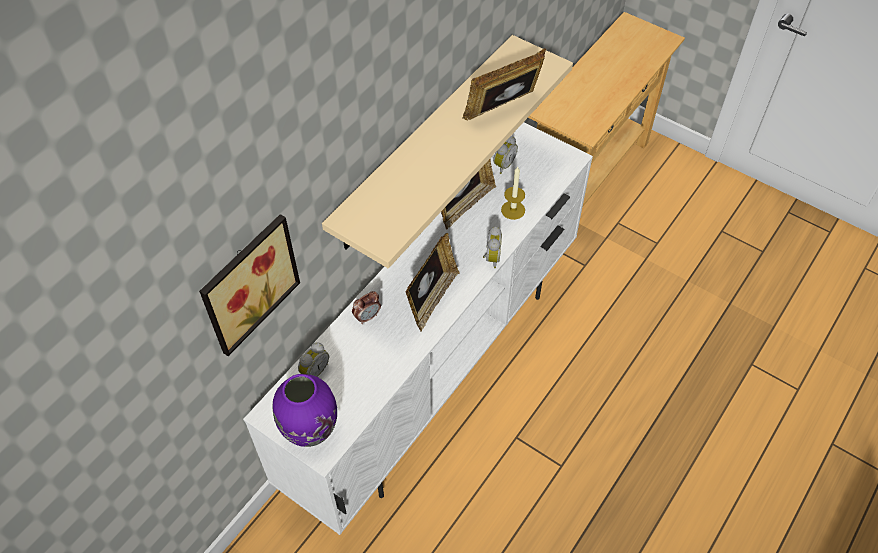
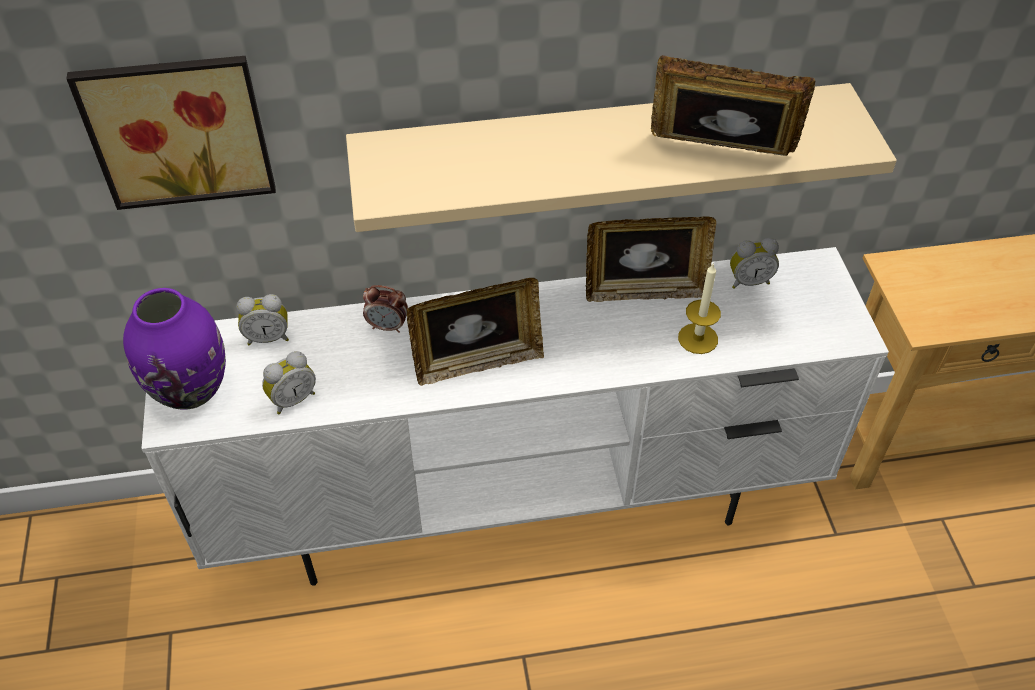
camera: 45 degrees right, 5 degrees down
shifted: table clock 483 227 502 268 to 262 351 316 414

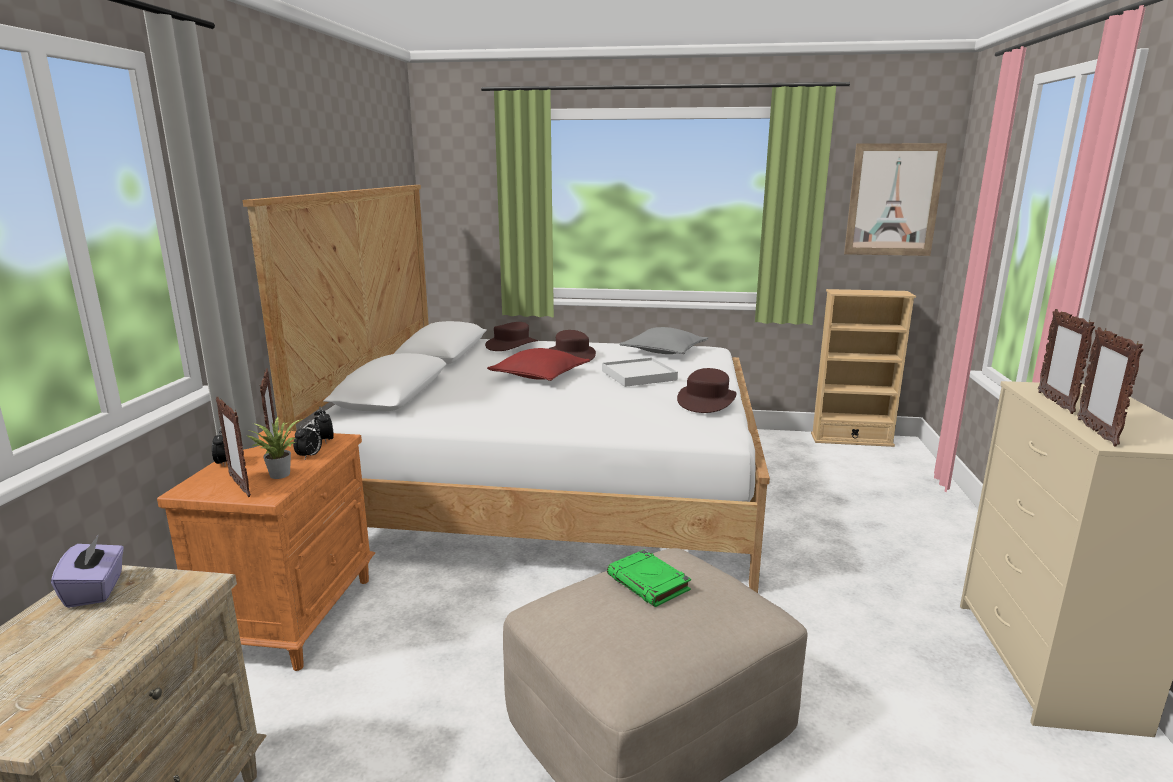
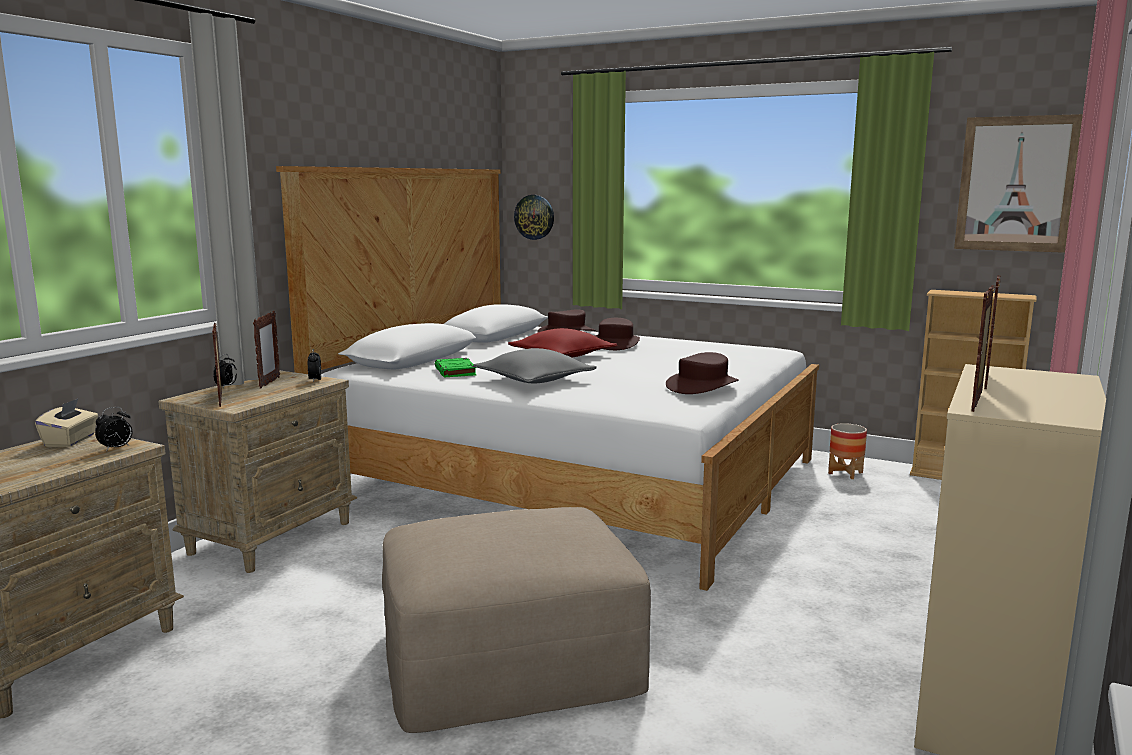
camera: 20 degrees right, 5 degrees down
gone: white-coloured serving tray 602 358 678 387; houseplant 246 417 302 479
new: hanging clock 514 195 554 240; plant pot 828 423 867 479
shifted: gray cushion 620 327 708 354 to 473 348 597 383; table clock 293 420 322 459 to 95 407 132 452; green-coloured book 607 550 691 607 to 435 358 476 377
repainted: orangey night table 157 430 375 671 to beige-coloured night table 158 370 357 573; purplish tissue holder 51 535 124 608 to beige-coloured tissue holder 35 399 98 447

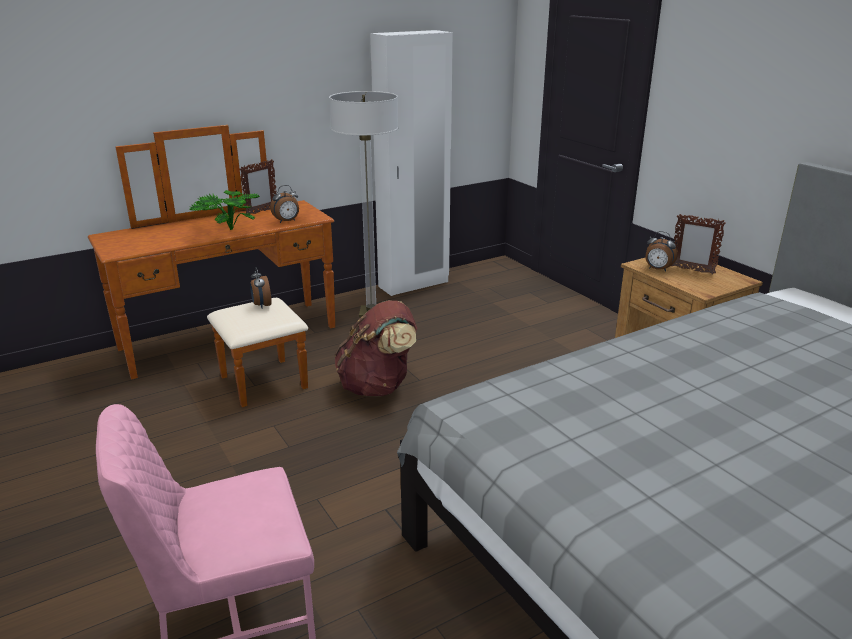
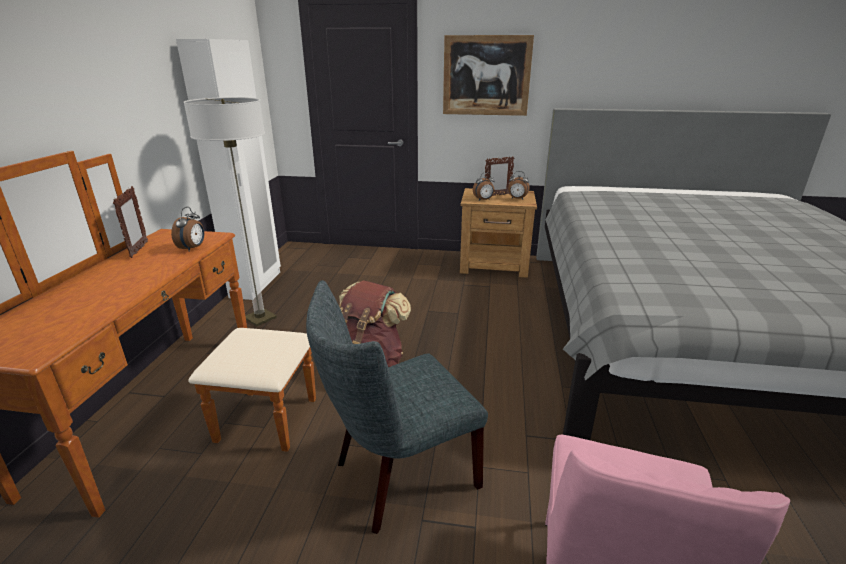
camera: 50 degrees left, 0 degrees up
gone: houseplant 190 190 260 230
new: wall art 443 35 534 116; gray chair 306 280 488 534
shifted: table clock 250 267 271 309 to 508 171 530 199

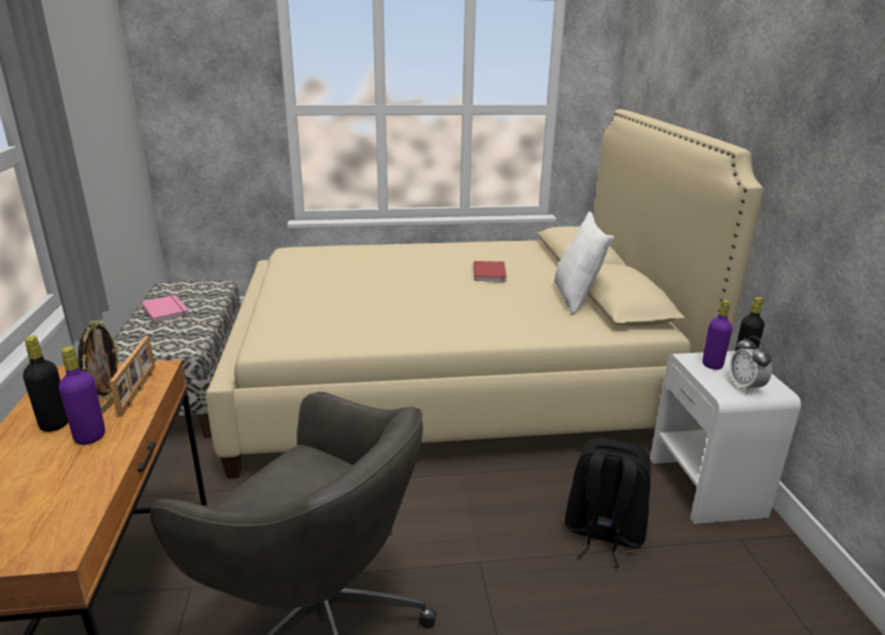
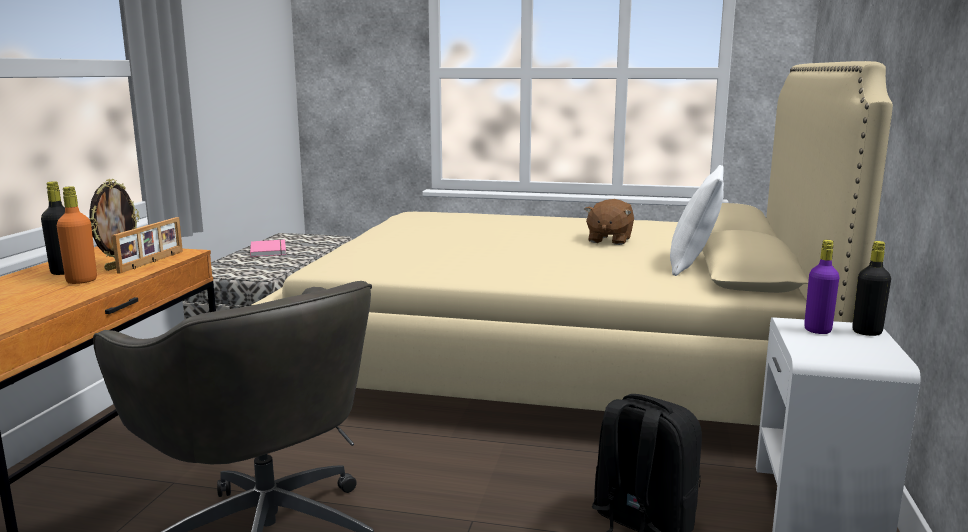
camera: 20 degrees right, 10 degrees down
gone: table clock 730 336 772 394
swapped: red-coloured book 473 261 507 282 to brown-coloured soft toy 585 199 634 245
repainted: purplish drink bottle 59 346 105 445 to orangey drink bottle 57 186 97 284

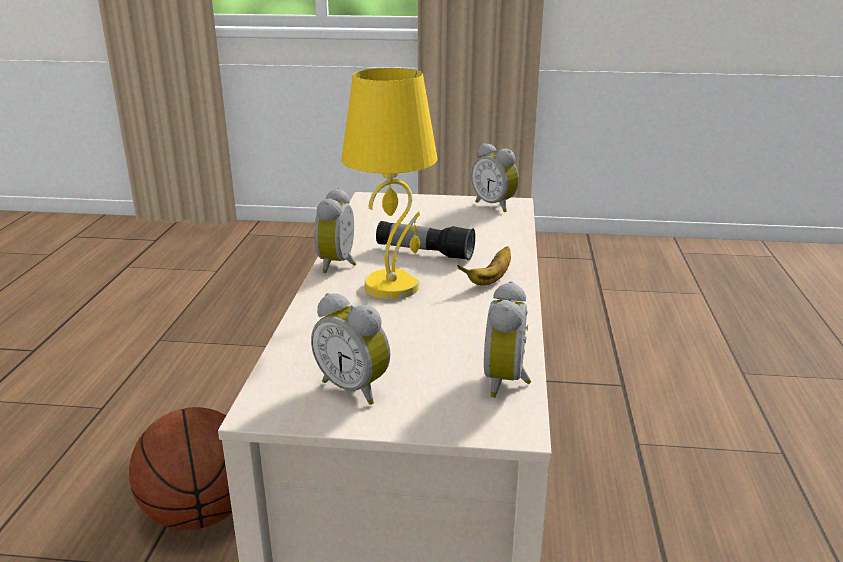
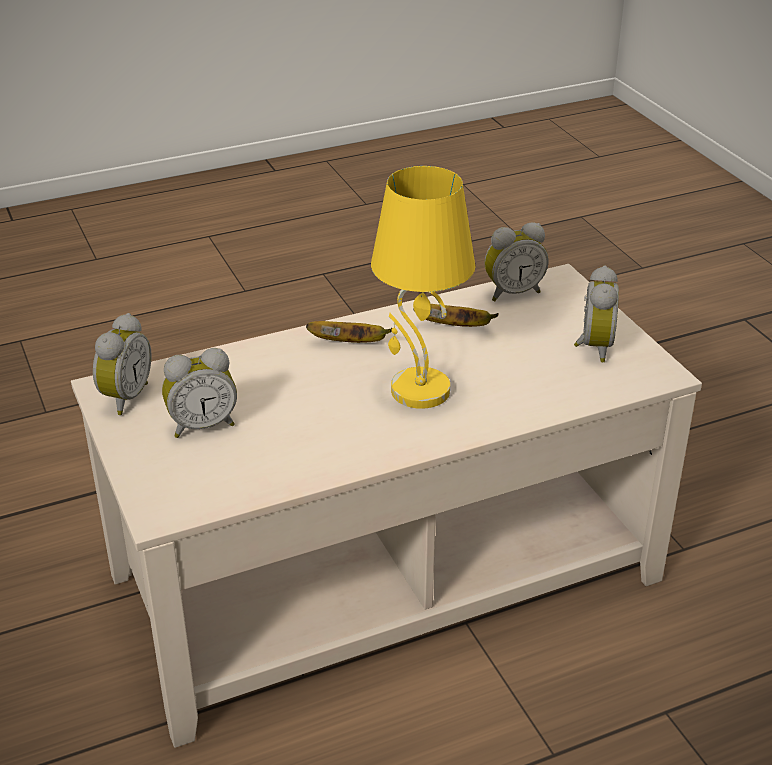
camera: 120 degrees left, 10 degrees up
gone: flashlight 376 221 475 261; basketball 129 407 232 530
new: whole banana 413 304 499 327
shifted: table clock 314 188 356 273 to 162 348 237 438

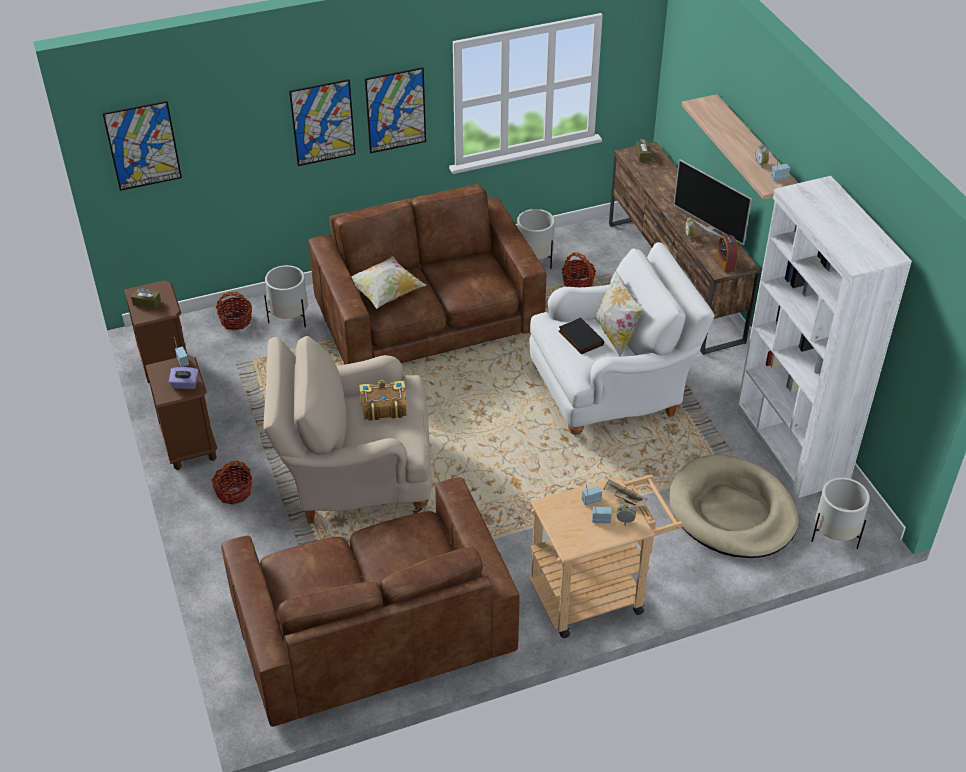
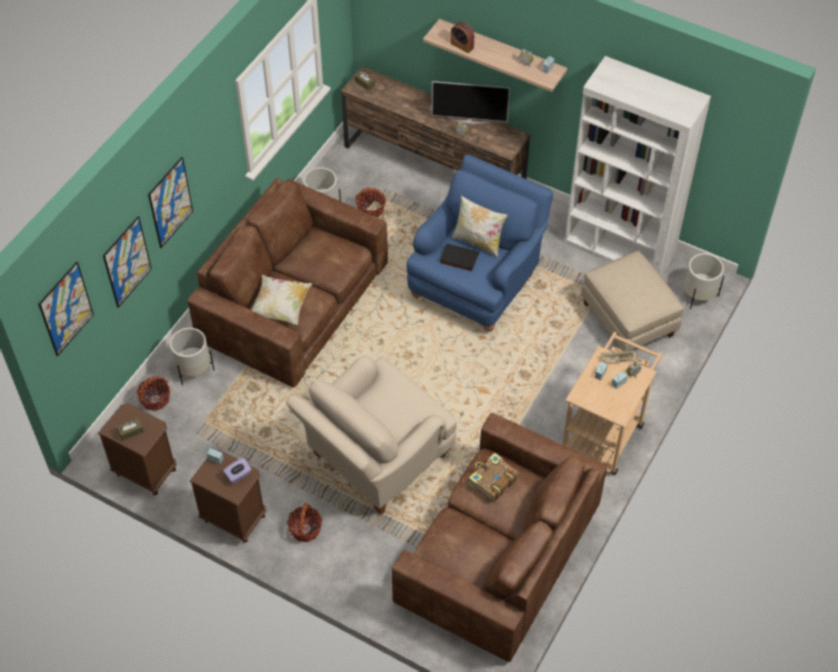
camera: 40 degrees left, 10 degrees up
shifted: wall art 365 67 426 153 to 103 216 152 308; table clock 716 235 738 272 to 451 21 474 53; book 359 380 407 421 to 468 453 518 502
swapped: beige-coloured pet bed 669 454 799 558 to beige-coloured ottoman 581 251 684 351
repainted: white-coloured armchair 529 242 715 439 to blue armchair 407 155 553 332

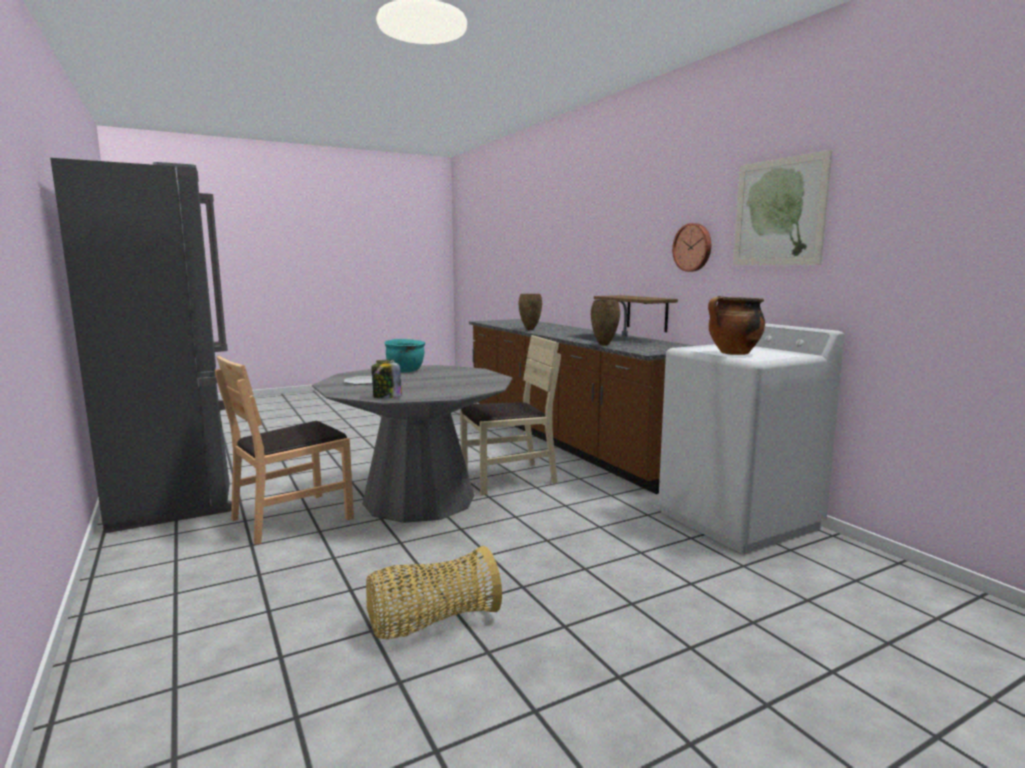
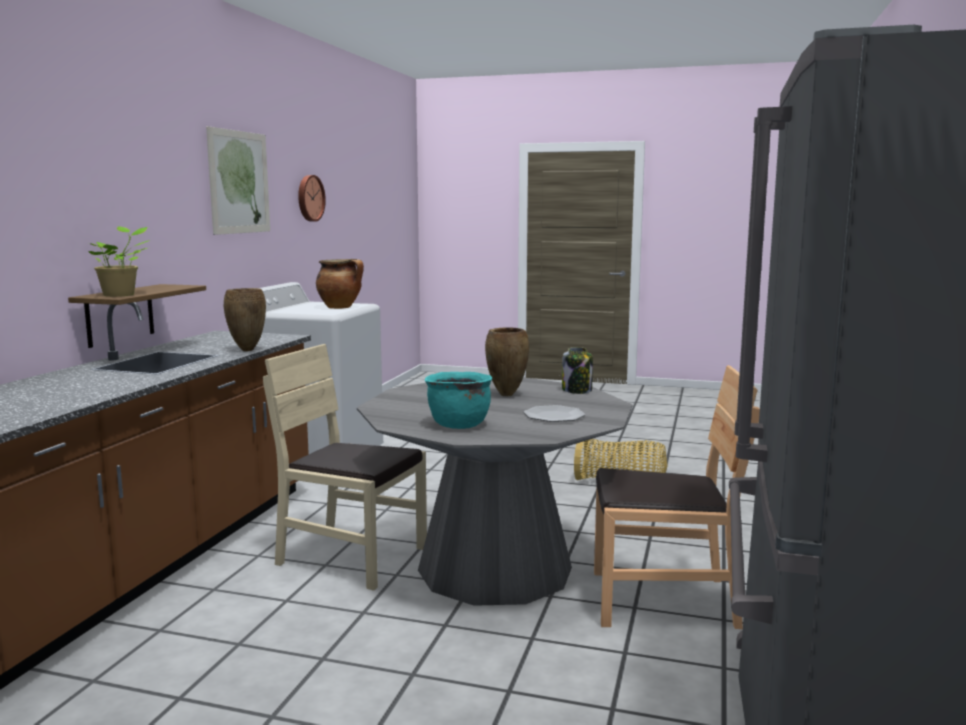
camera: 135 degrees left, 0 degrees up
new: houseplant 88 226 150 297
shifted: hanging clock 672 223 711 272 to 298 175 326 222; brown-coloured decorative vase 518 294 542 330 to 485 328 529 396

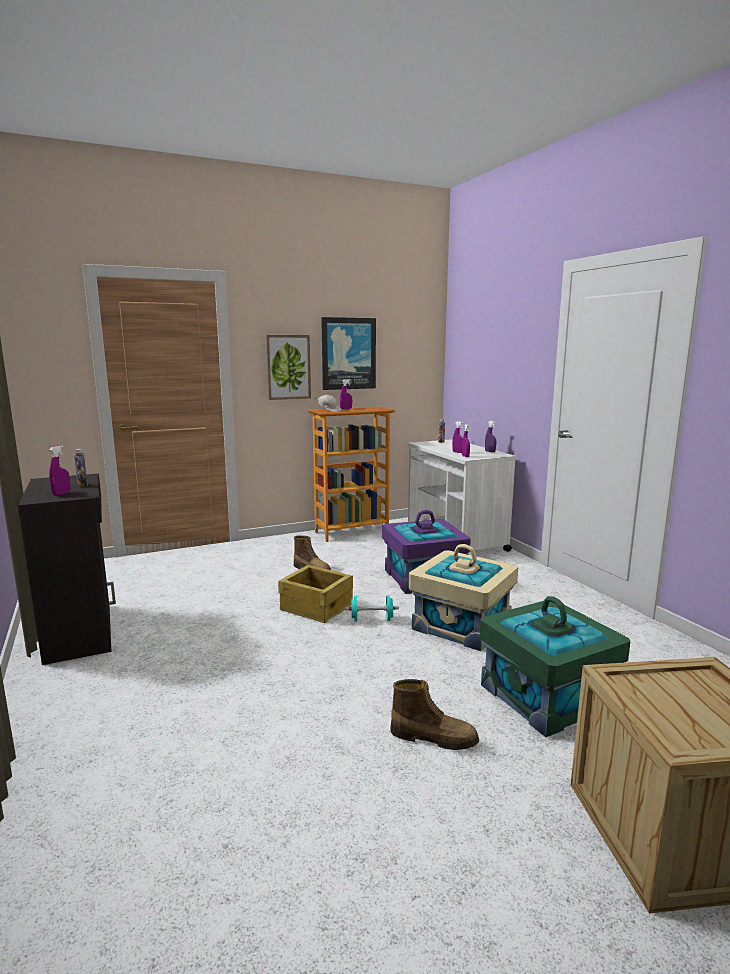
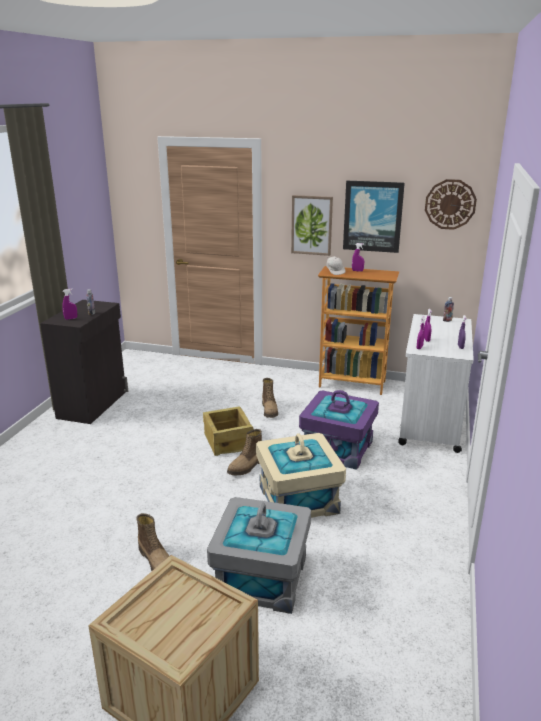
camera: 40 degrees right, 10 degrees up
new: hanging clock 425 179 477 230
swapped: blue-green free weight 345 595 399 622 to tall boot 227 429 262 475
repainted: green-coloured storage container 479 596 630 737 to gray storage container 207 497 311 614

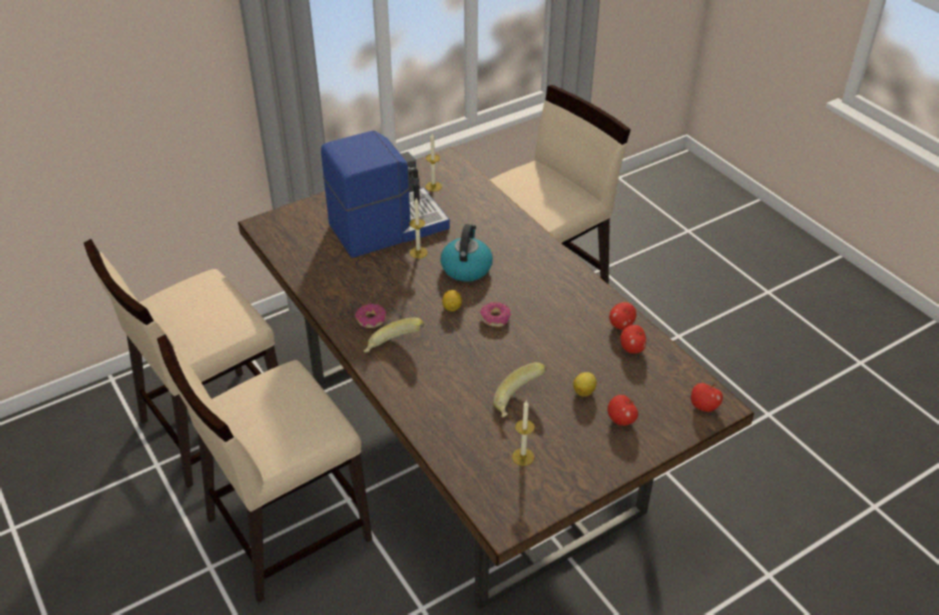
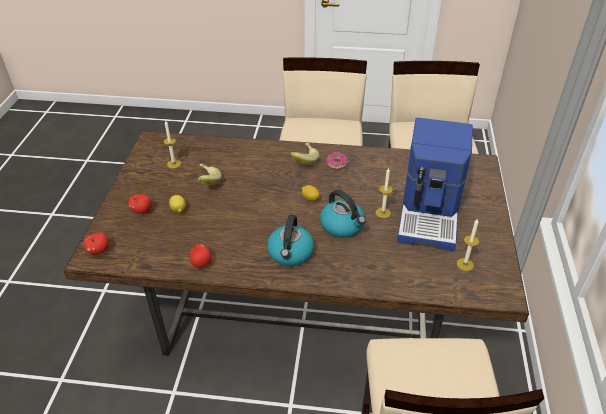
camera: 130 degrees right, 0 degrees up
gone: donut 480 302 511 327; whole apple 620 325 646 354
new: tea kettle 267 215 314 266

